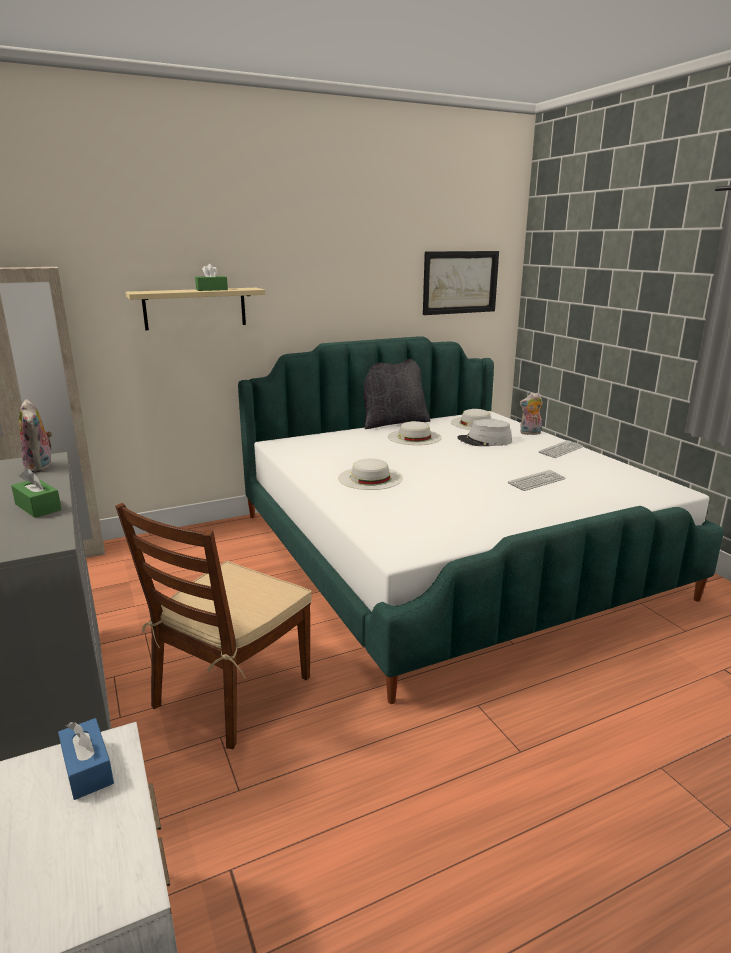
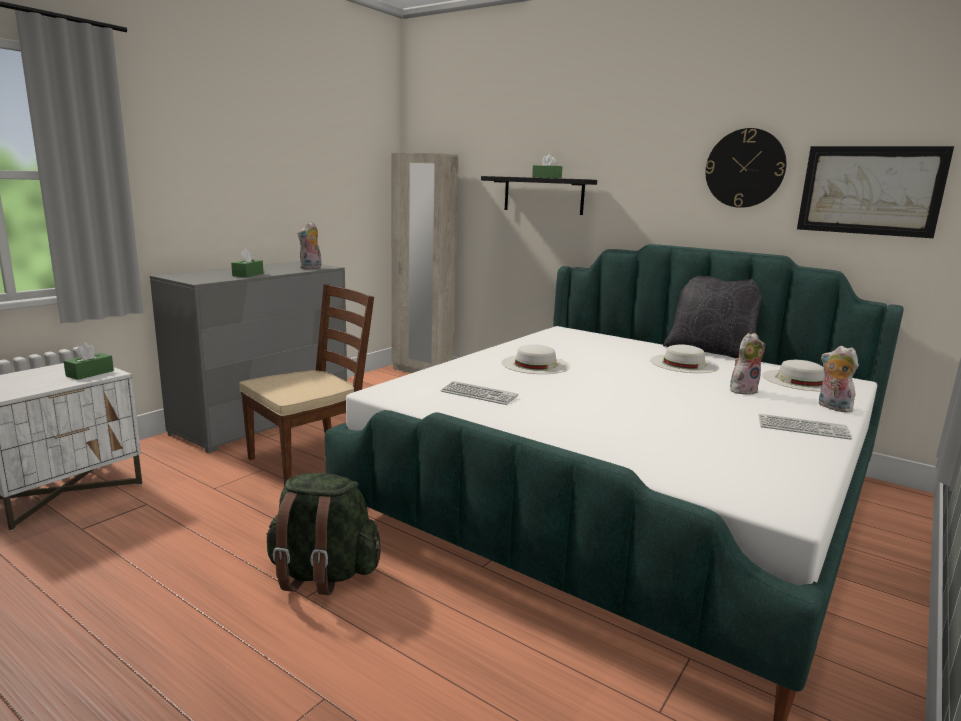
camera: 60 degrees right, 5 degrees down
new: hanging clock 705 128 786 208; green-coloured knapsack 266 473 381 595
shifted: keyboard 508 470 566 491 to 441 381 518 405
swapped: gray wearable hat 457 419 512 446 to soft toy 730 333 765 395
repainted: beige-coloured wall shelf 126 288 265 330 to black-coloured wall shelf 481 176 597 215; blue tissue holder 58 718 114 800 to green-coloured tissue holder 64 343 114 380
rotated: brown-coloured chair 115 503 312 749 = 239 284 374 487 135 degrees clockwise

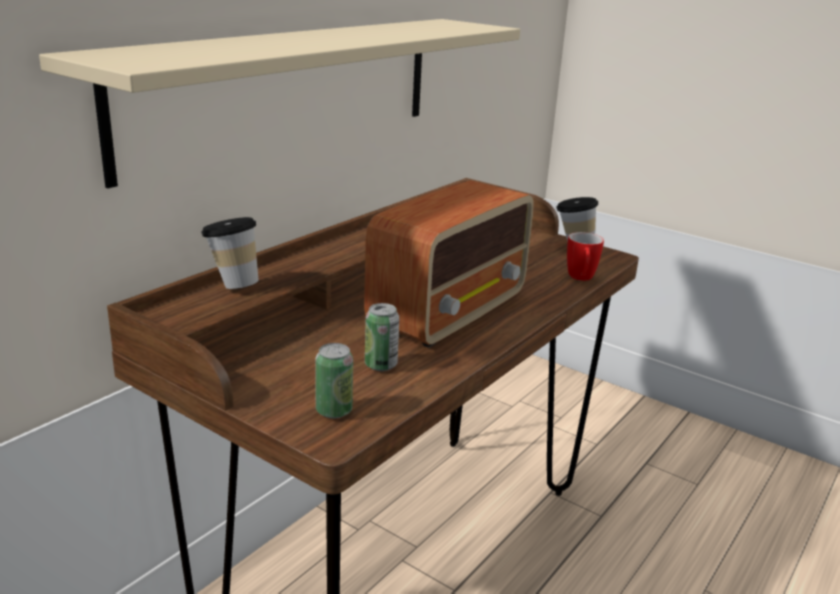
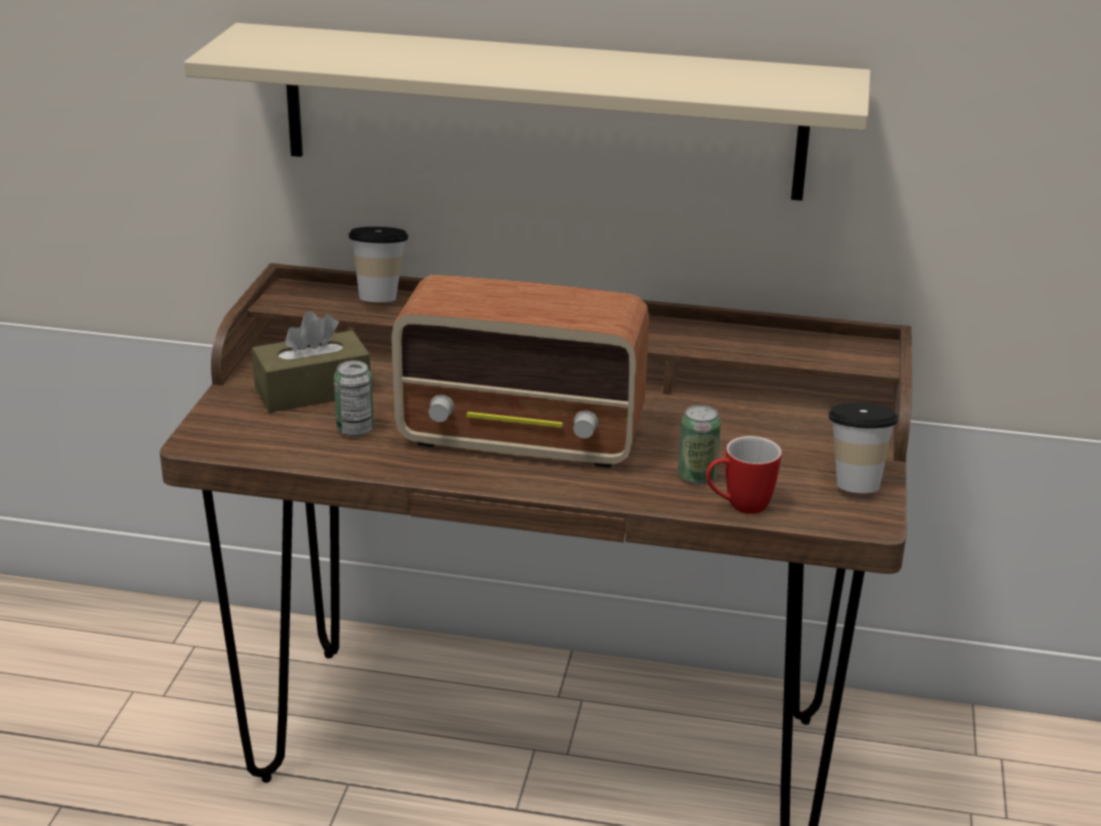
camera: 65 degrees right, 5 degrees up
new: brown-coloured tissue holder 252 311 370 413
shifted: can 315 343 353 418 to 678 405 721 484

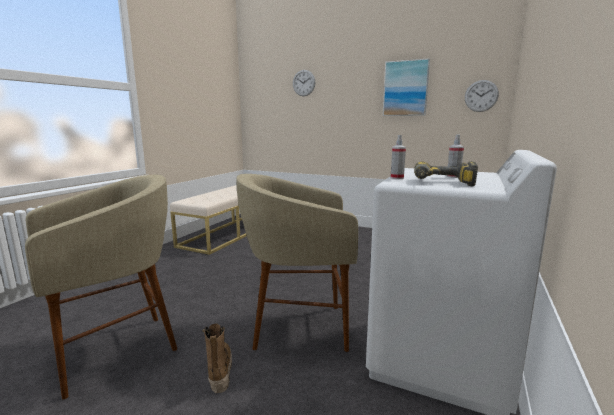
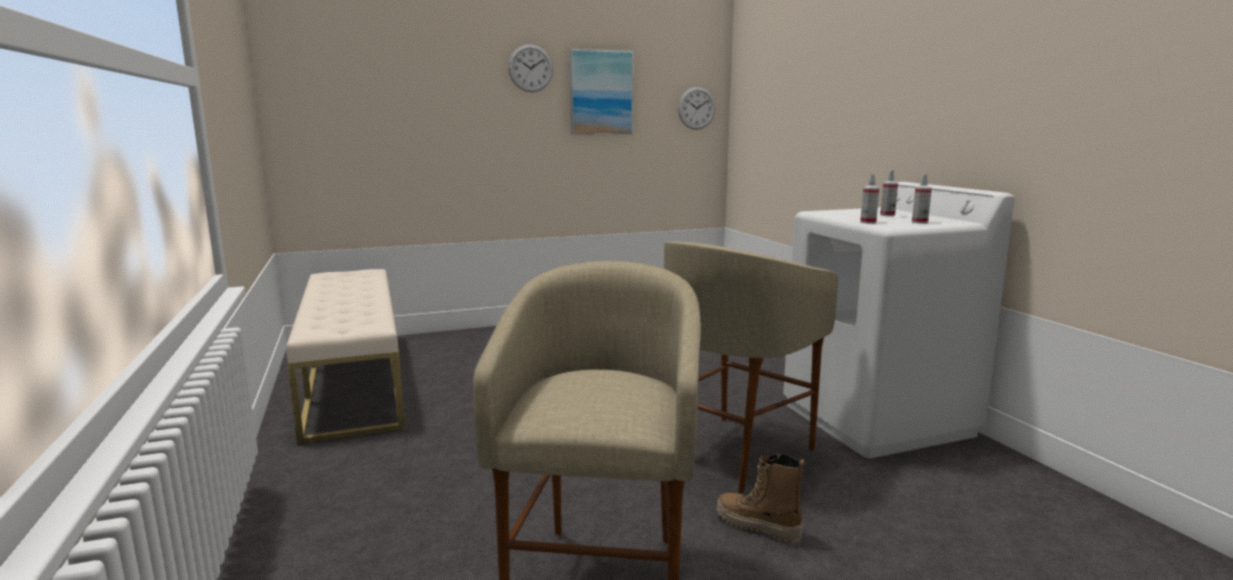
camera: 45 degrees left, 0 degrees up
shifted: hanging clock 293 70 315 96 to 508 44 553 92
swapped: power drill 414 162 478 186 to spray bottle 912 174 932 224

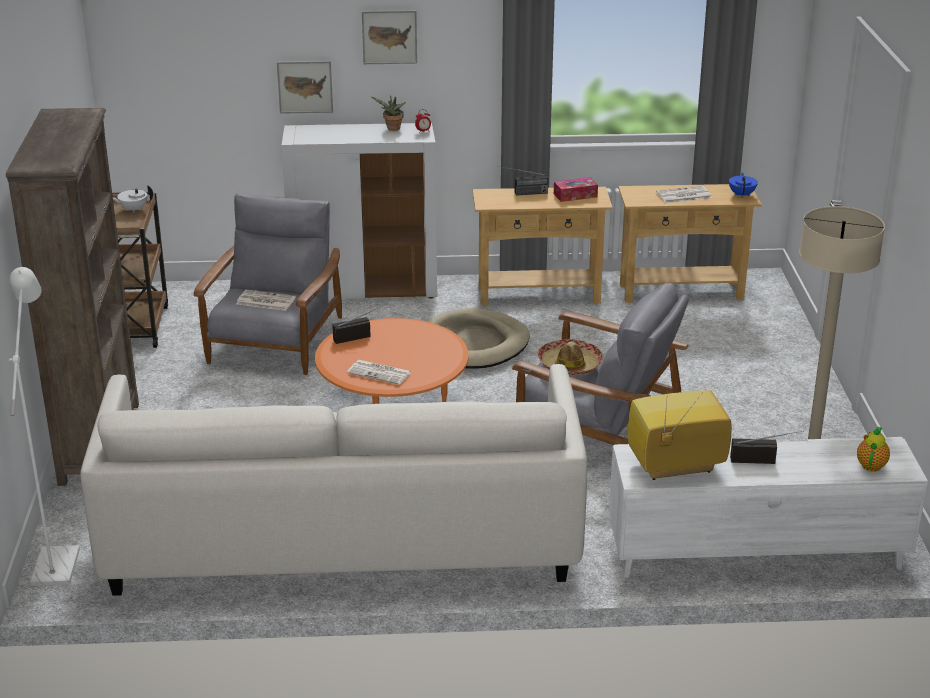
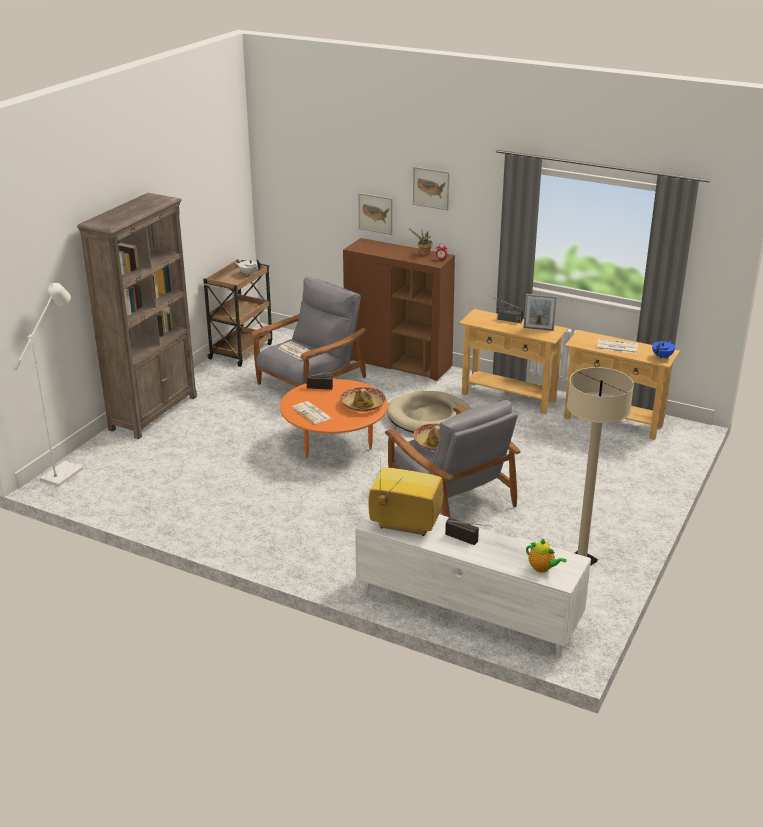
camera: 30 degrees right, 0 degrees up
gone: white-coloured sofa 81 364 587 596
new: wearable hat 340 387 386 411
swapped: tissue holder 554 177 598 202 to standing frame 524 294 557 331
repainted: white-coloured storage cabinet 281 123 437 299 to brown-coloured storage cabinet 343 238 455 381
rotated: tea pot 857 427 890 472 = 526 539 567 573 75 degrees clockwise

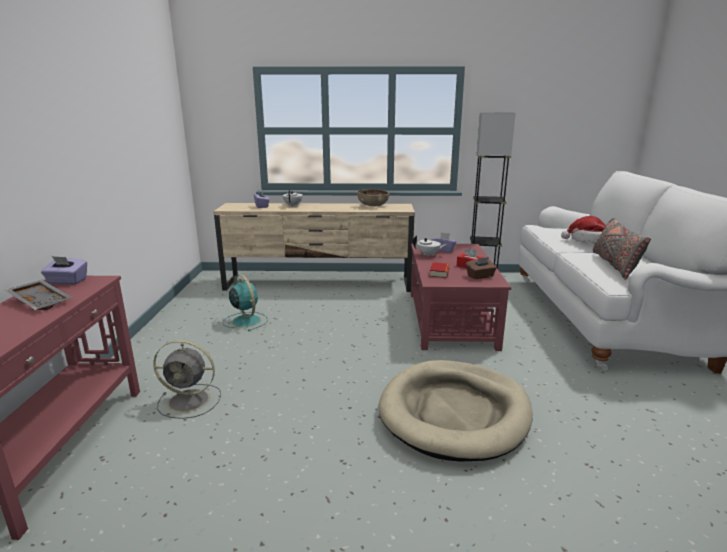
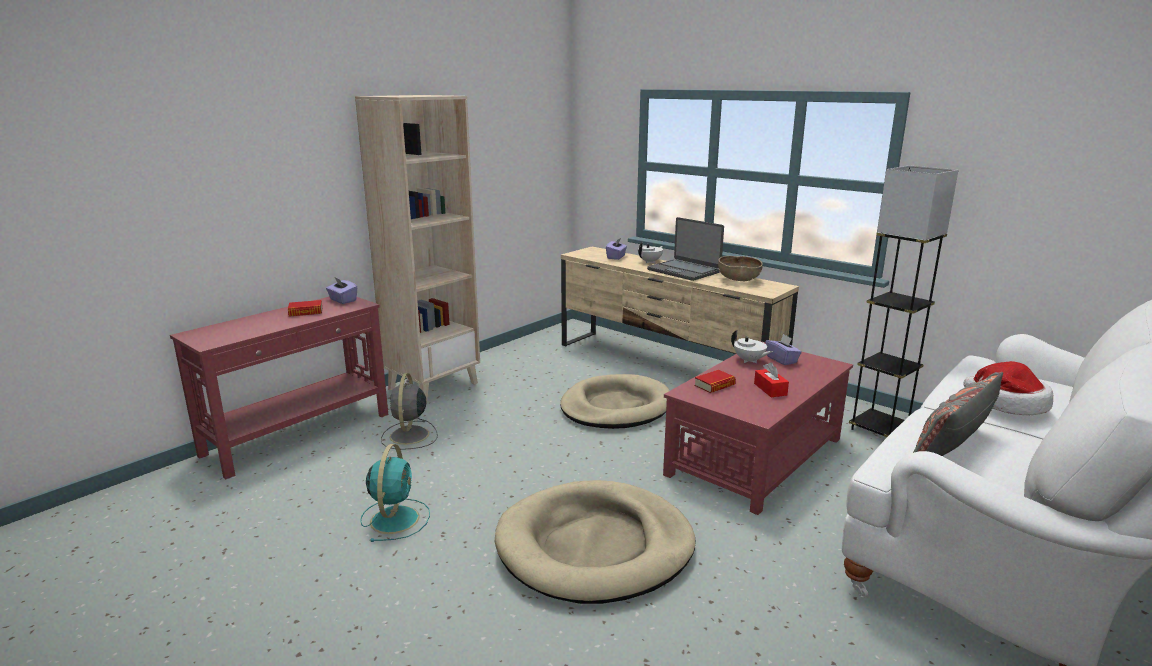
camera: 40 degrees right, 0 degrees up
gone: brown-coloured tissue holder 466 257 497 279
new: beige-coloured shelving unit 355 95 480 404; laptop 647 217 724 281; beige-coloured pet bed 560 374 670 429
shifted: blue-green cooling fan 223 274 268 331 to 360 444 430 542
swapped: gray serving tray 6 280 72 310 to book 288 300 322 317
rotated: gray cooling fan 153 340 221 419 = 381 373 438 450 45 degrees clockwise

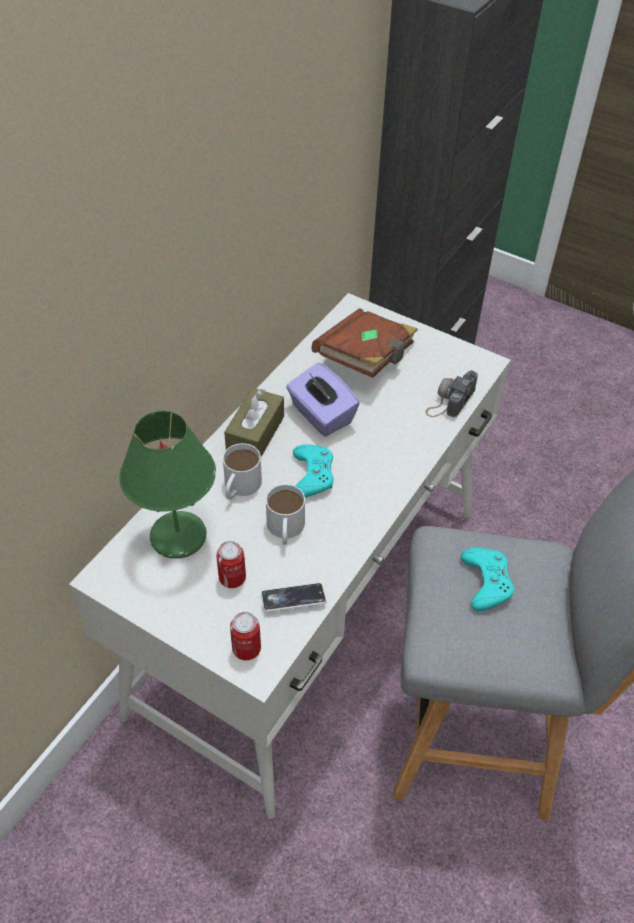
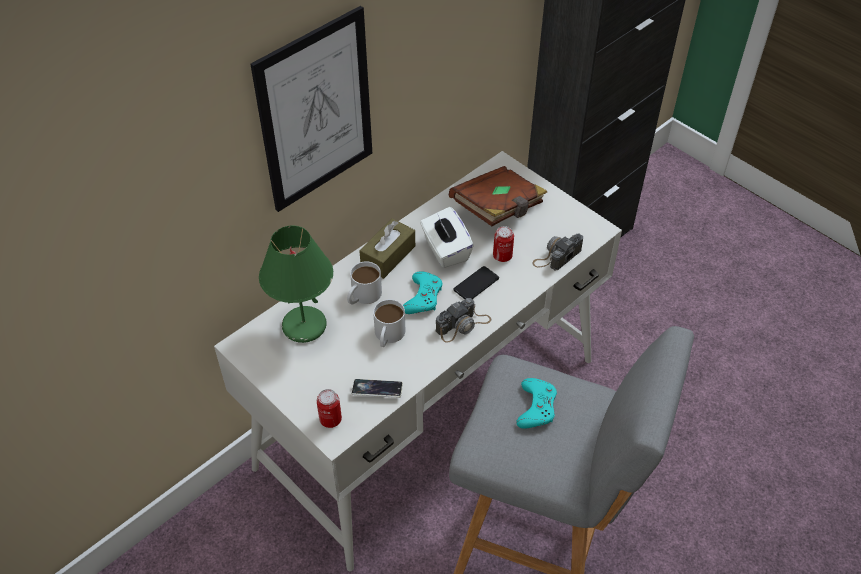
camera: 15 degrees right, 0 degrees up
new: wall art 250 6 372 212; telephone 453 266 499 299; photo camera 436 298 491 343
shifted: can 216 541 246 588 to 493 226 514 262
repainted: purplish tissue holder 286 363 360 437 to white-coloured tissue holder 420 207 474 268

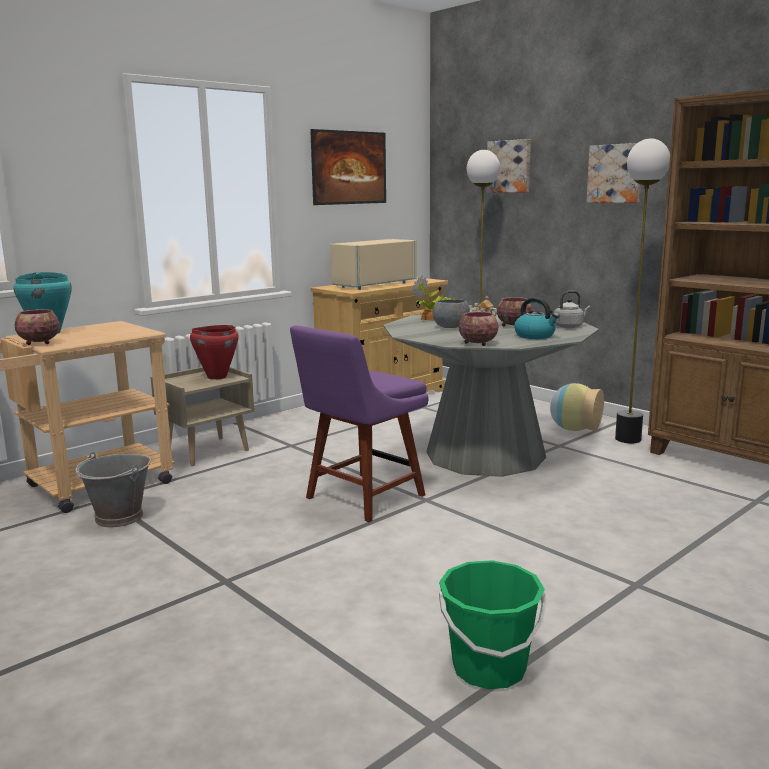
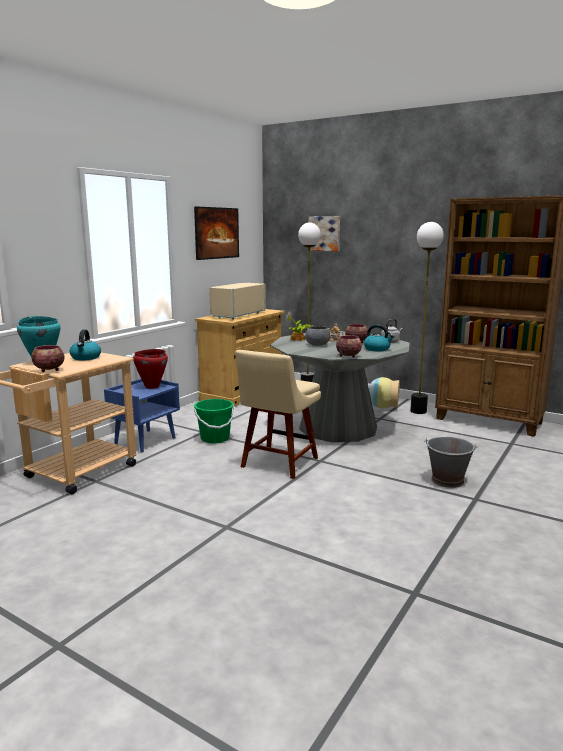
camera: 15 degrees left, 0 degrees up
gone: wall art 587 143 641 203
new: tea kettle 69 330 101 361
shifted: gray bucket 75 452 151 527 to 424 437 478 488; green-coloured bucket 439 560 547 689 to 194 399 235 443
repainted: purplish chair 290 326 429 522 to beige-coloured chair 235 350 321 479; beige-coloured night table 151 367 254 466 to blue night table 104 379 180 452

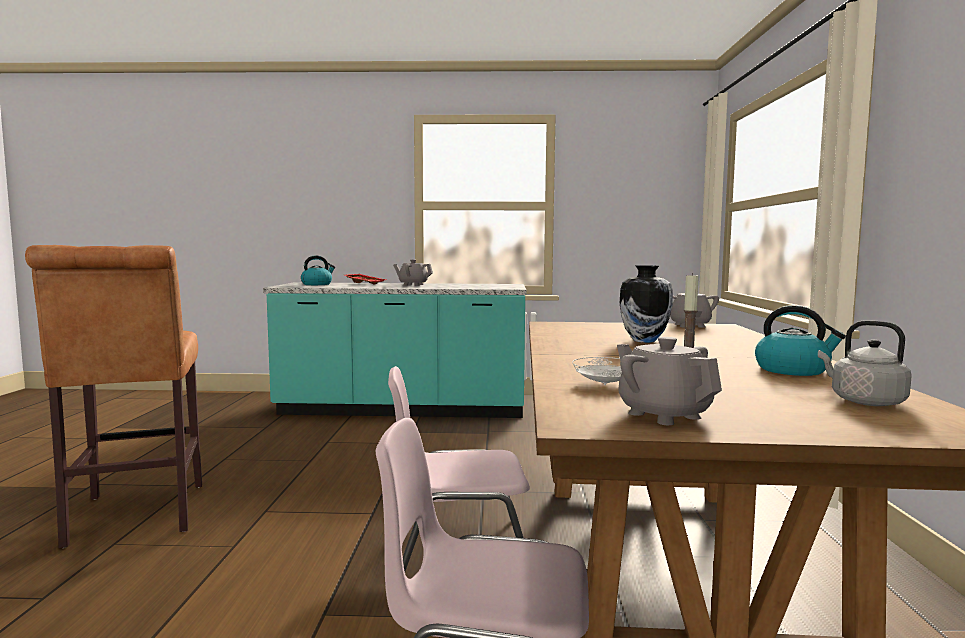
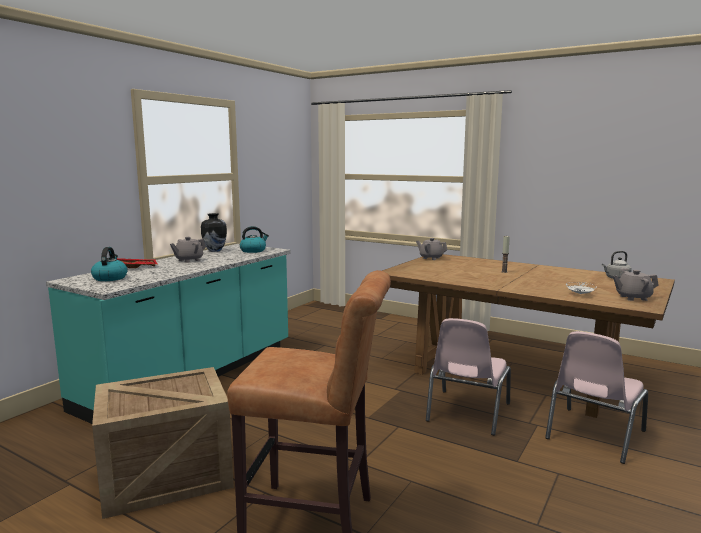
camera: 60 degrees left, 5 degrees up
new: packing crate 92 367 234 519
shifted: decorative vase 620 265 673 343 to 201 213 227 252; tea kettle 755 305 846 376 to 240 226 269 253

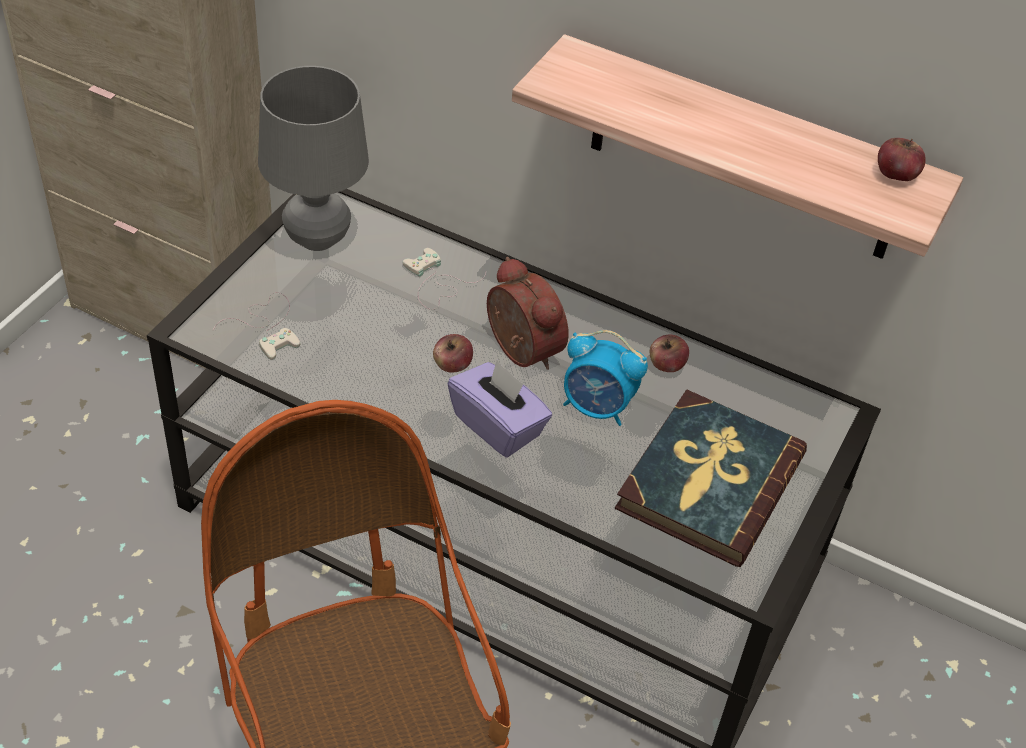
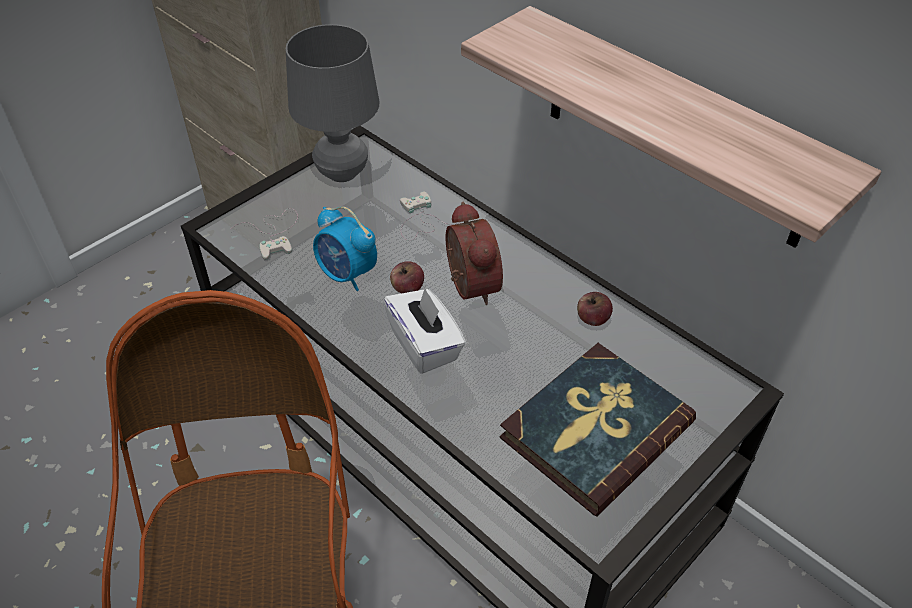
camera: 20 degrees right, 0 degrees up
gone: whole apple 878 138 926 181
shifted: table clock 563 330 648 426 to 313 206 377 291
repainted: purplish tissue holder 448 360 552 458 to white-coloured tissue holder 384 287 466 374

